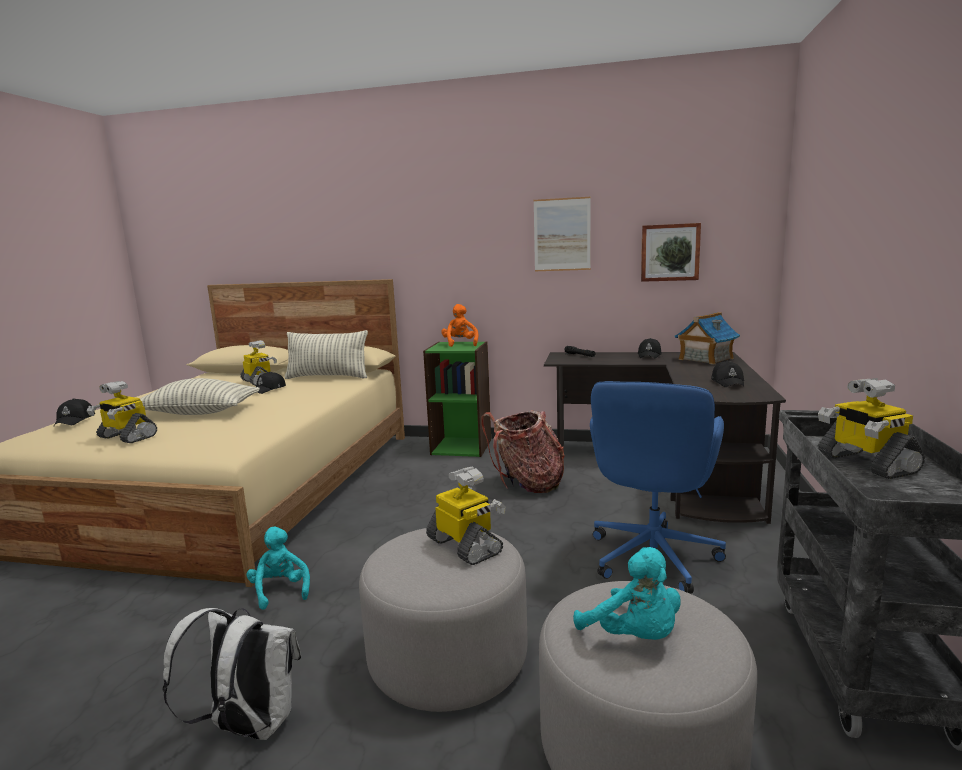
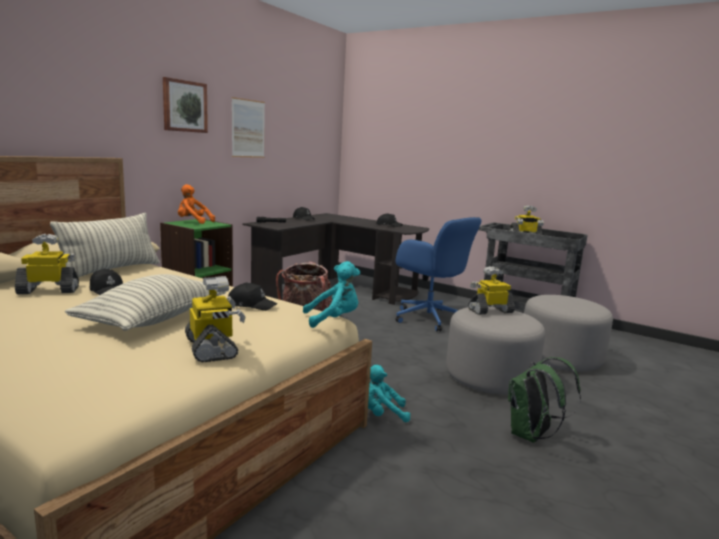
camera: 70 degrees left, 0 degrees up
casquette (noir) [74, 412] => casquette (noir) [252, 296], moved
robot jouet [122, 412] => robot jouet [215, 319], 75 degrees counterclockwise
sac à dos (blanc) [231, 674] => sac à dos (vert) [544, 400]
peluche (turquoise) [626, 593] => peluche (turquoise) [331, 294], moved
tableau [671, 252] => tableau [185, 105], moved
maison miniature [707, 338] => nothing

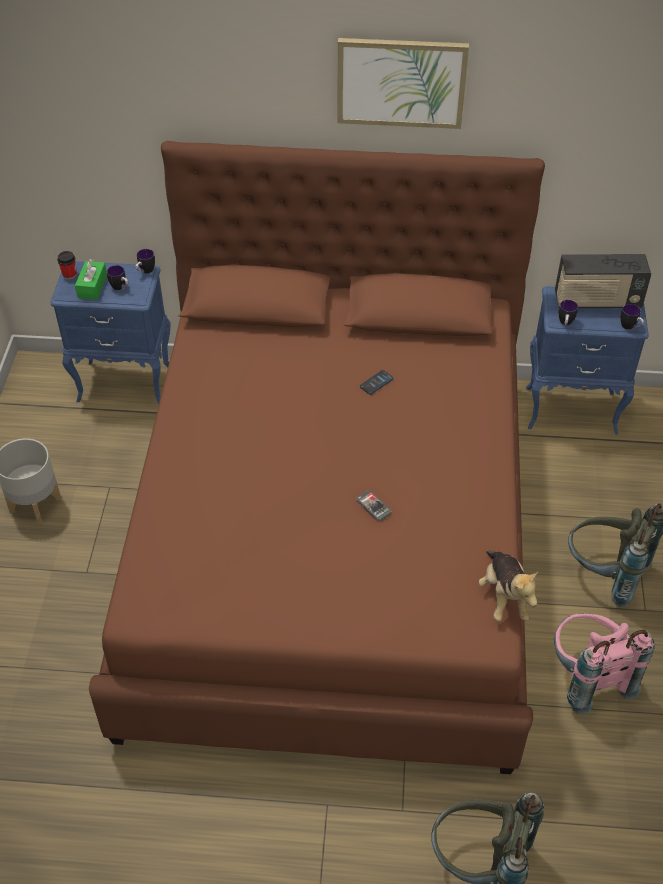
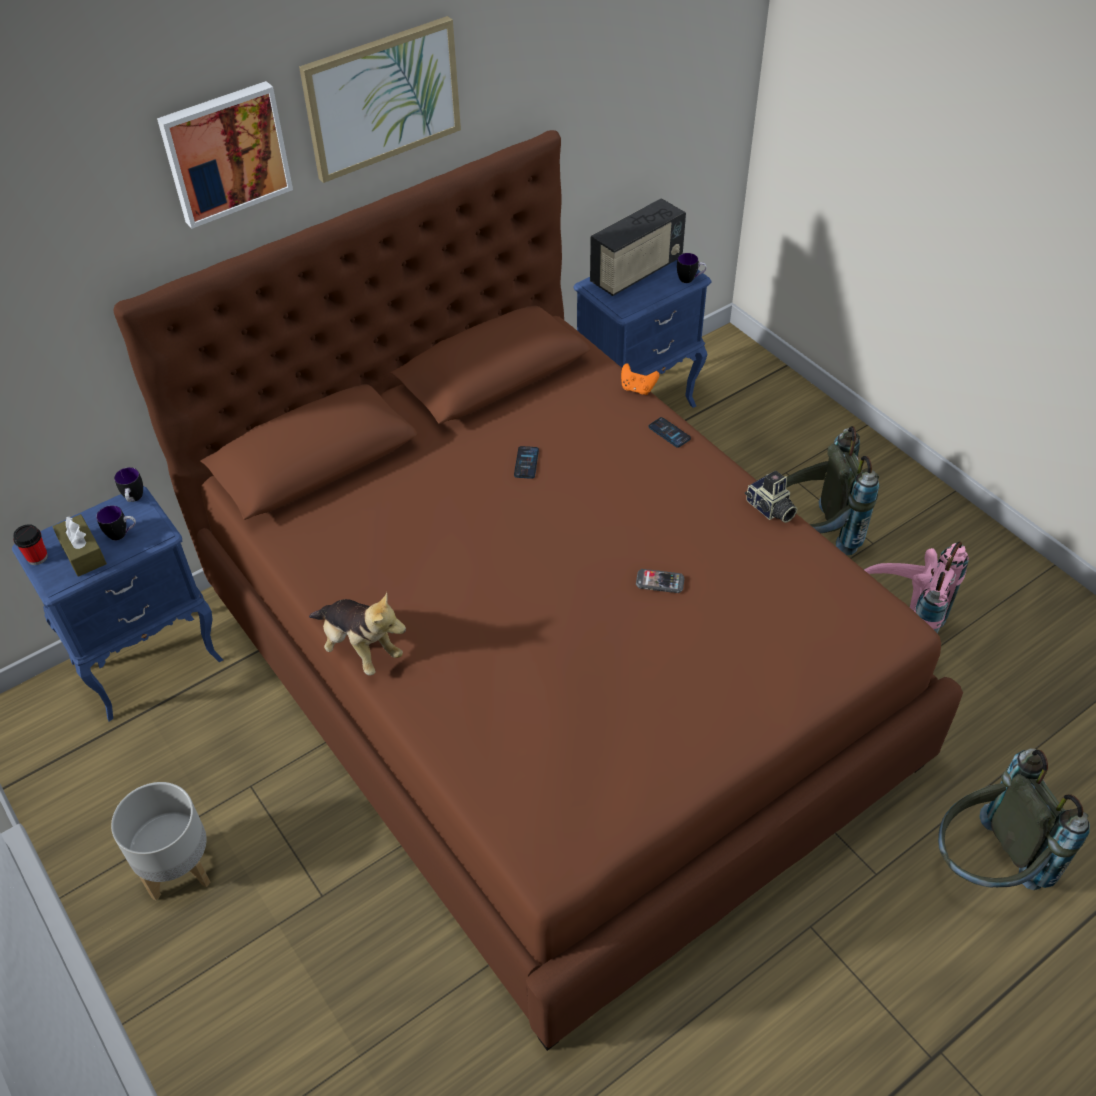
camera: 40 degrees left, 0 degrees up
boîte à mouchoirs (vert) [91, 279] => boîte à mouchoirs (marron) [79, 545]
peluche [508, 586] => peluche [357, 633], moved
mug [568, 312] => nothing
nothing => tableau [225, 155]
nothing => manette (orange) [640, 379]
nothing => téléphone [670, 432]
nothing => appareil photo [771, 496]

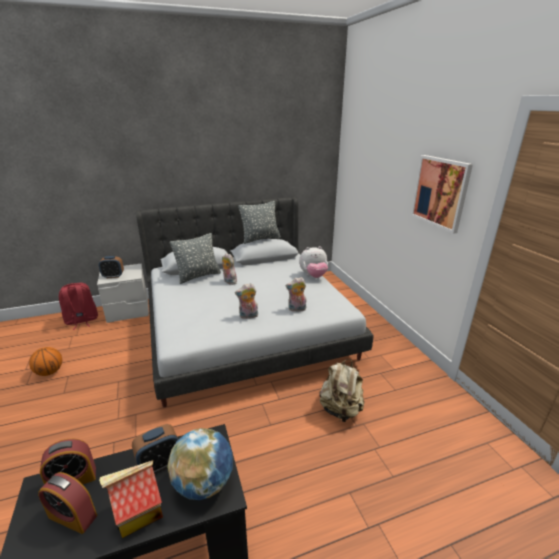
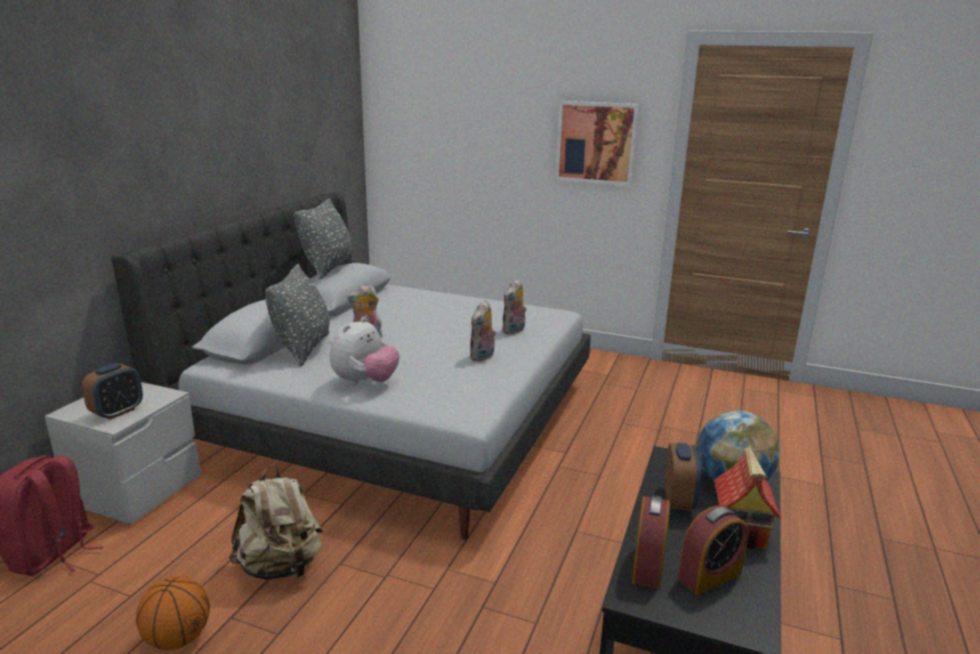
camera: 50 degrees left, 5 degrees down
peluche [313, 262] => peluche [365, 351], moved
sac à dos (beige) [341, 390] => sac à dos (beige) [276, 522], moved

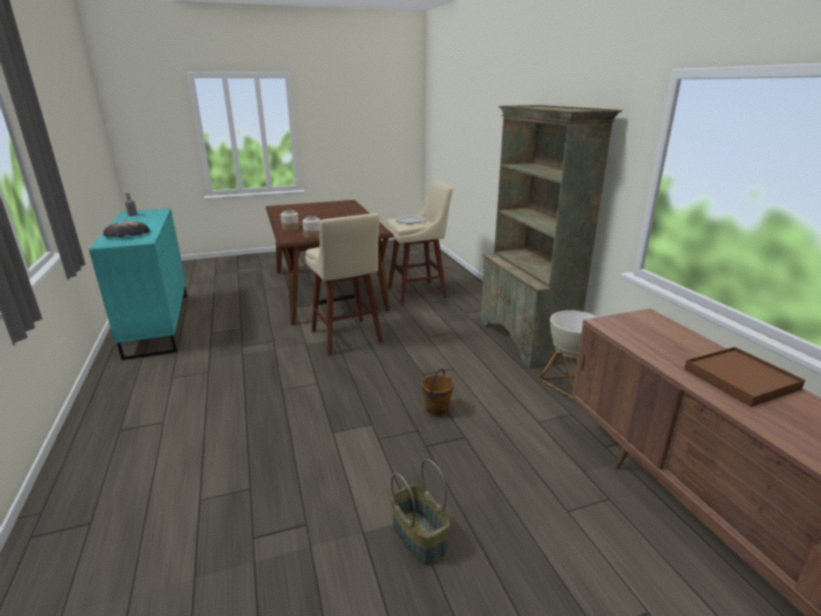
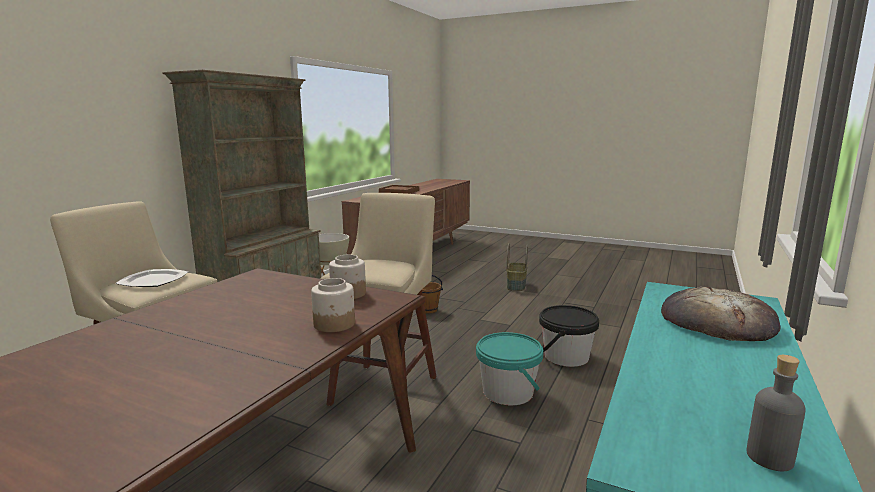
camera: 135 degrees left, 10 degrees down
nothing => seau (turquoise) [509, 368]
nothing => seau (noir) [569, 336]

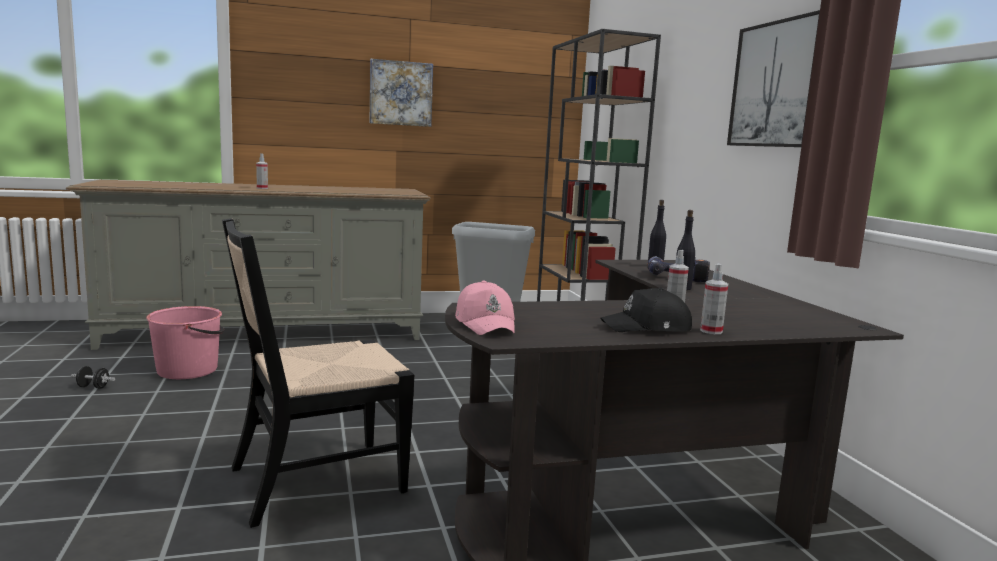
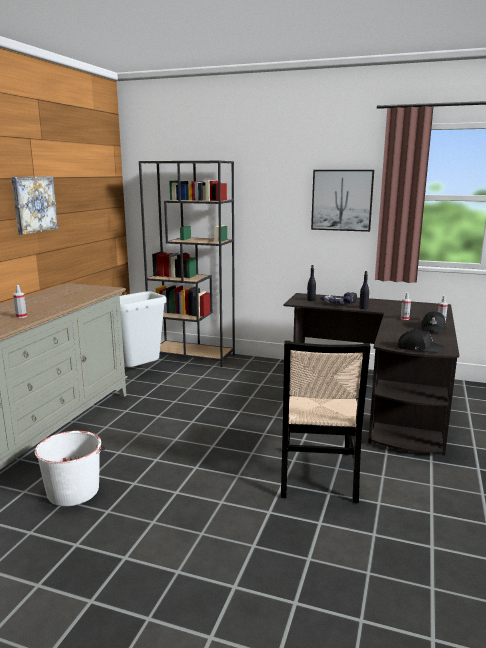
camera: 55 degrees left, 5 degrees up
haltère (noir) [93, 377] => nothing
seau (rose) [185, 342] => seau (blanc) [70, 468]
casquette (rose) [485, 308] => casquette (noir) [421, 341]

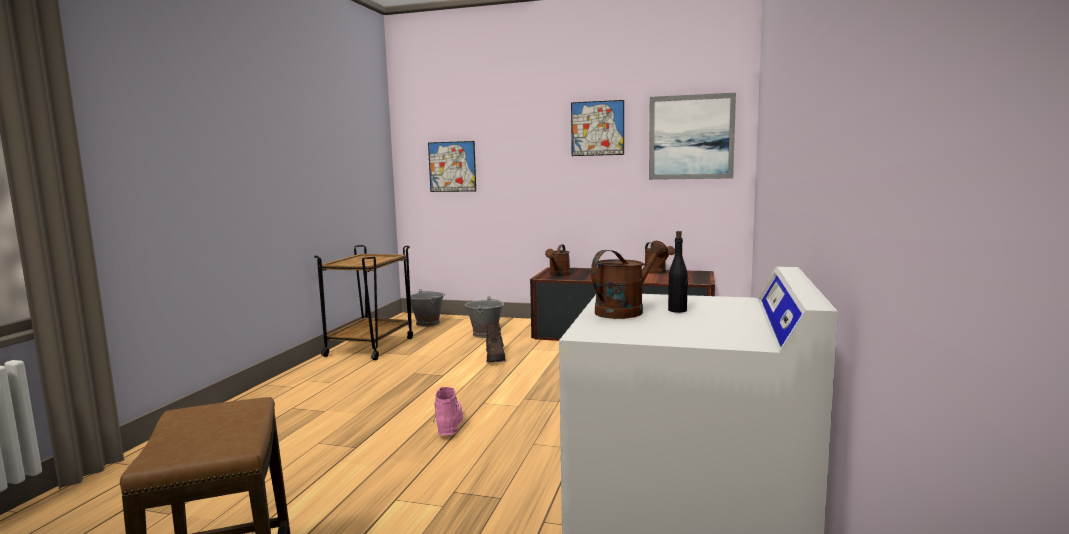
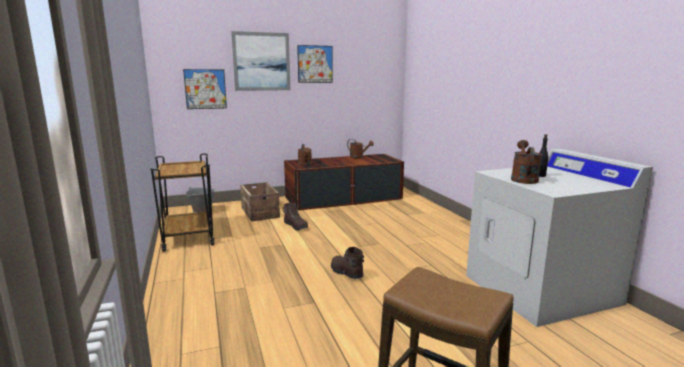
camera: 35 degrees left, 5 degrees up
botte (rose) [448, 411] => botte (marron) [347, 263]
seau (gris) [484, 317] => caisse [260, 202]
tableau [692, 136] => tableau [260, 61], moved

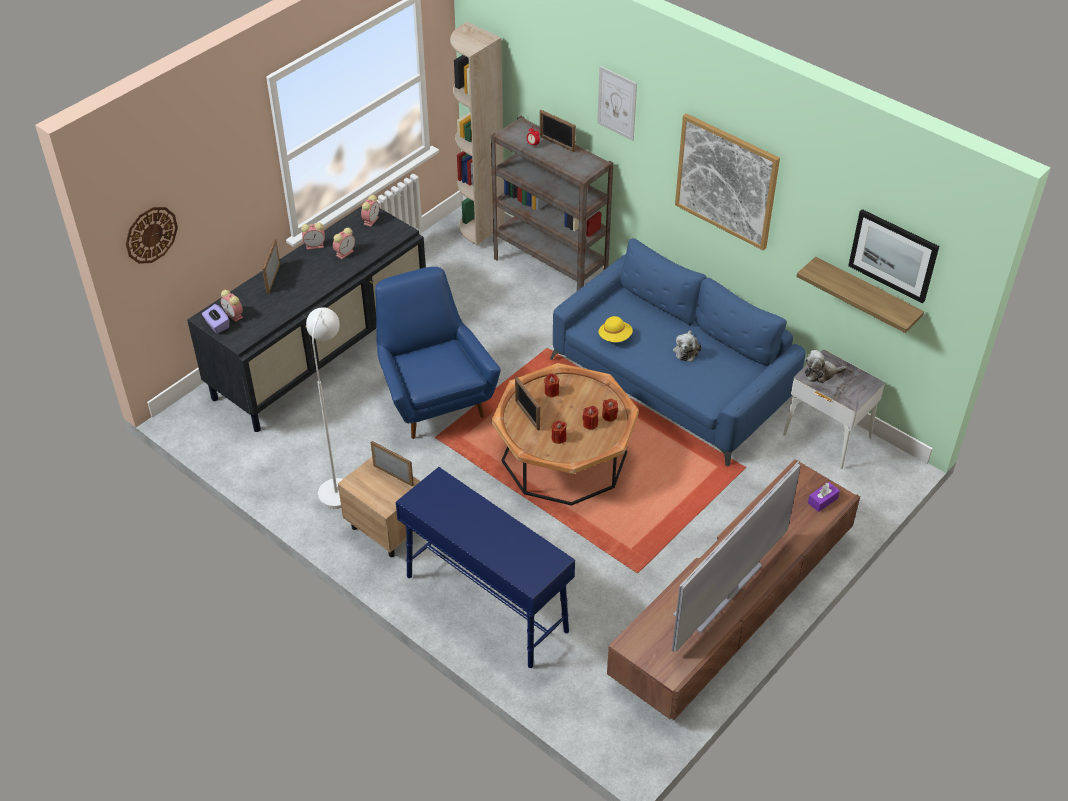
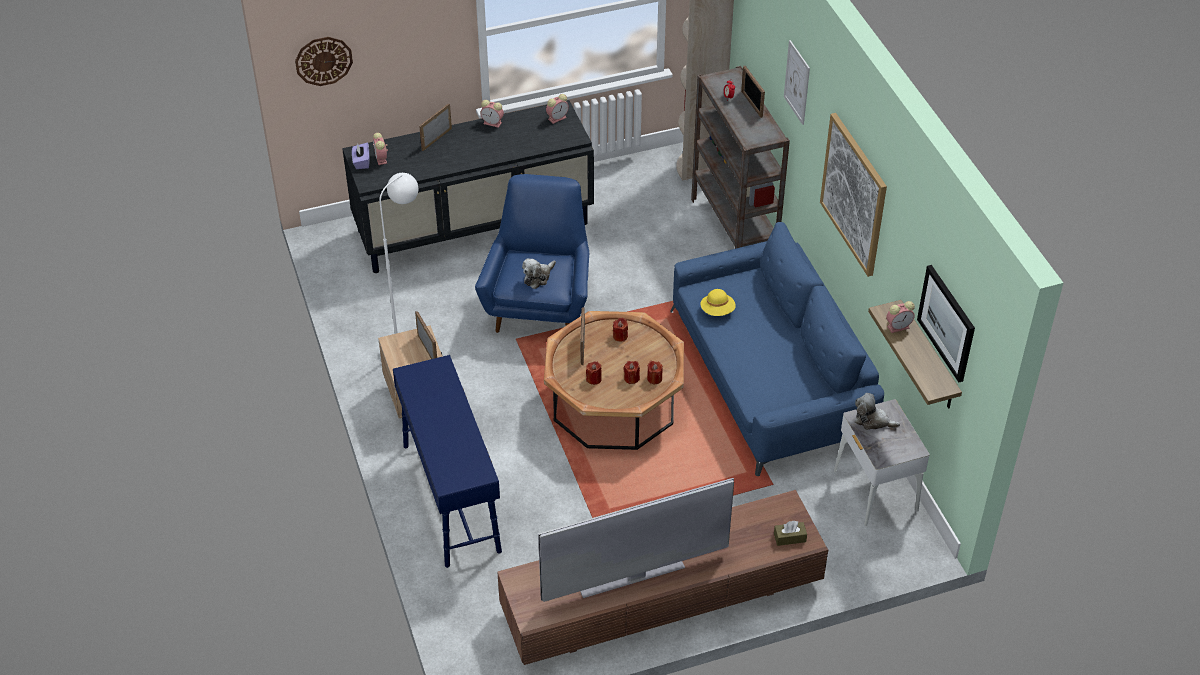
camera: 30 degrees right, 0 degrees up
réveil [344, 243] => réveil [900, 317], moved
peluche [687, 346] => peluche [539, 273], moved
boîte à mouchoirs (violet) [824, 497] => boîte à mouchoirs (marron) [790, 533]

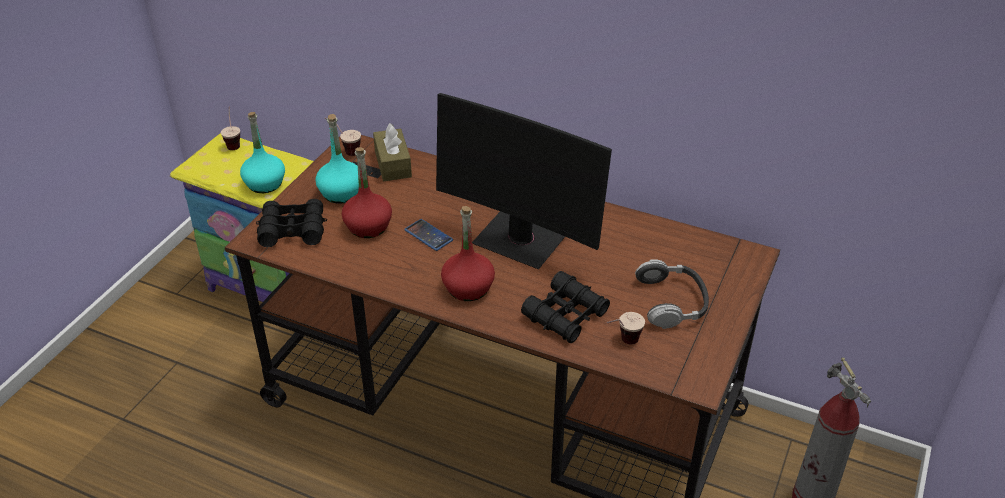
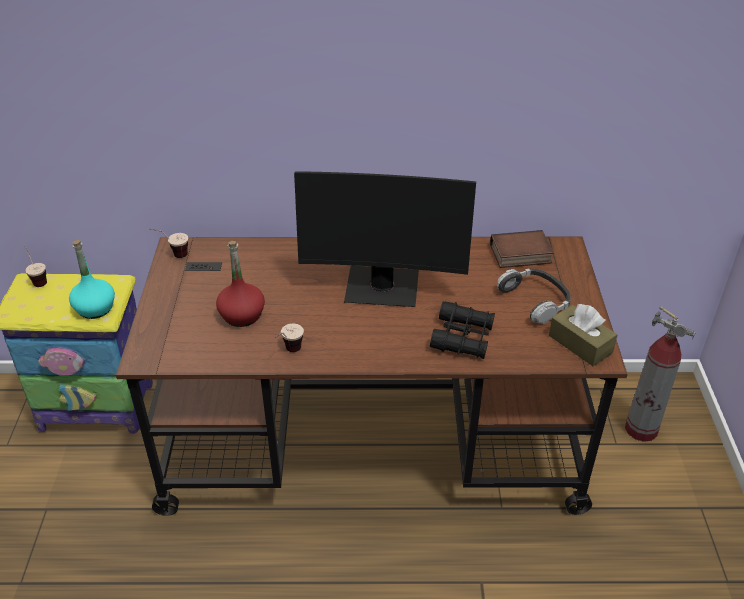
camera: 25 degrees left, 0 degrees up
jumelles (noir) [291, 223] => nothing
bouteille (turquoise) [337, 159] => nothing
boîte à mouchoirs (marron) [392, 152] => boîte à mouchoirs (marron) [583, 334], moved
téléphone [428, 235] => nothing
bouteille (rouge) [468, 253] => nothing
tasse [626, 328] => tasse [289, 338], moved
nothing => livre [522, 249]

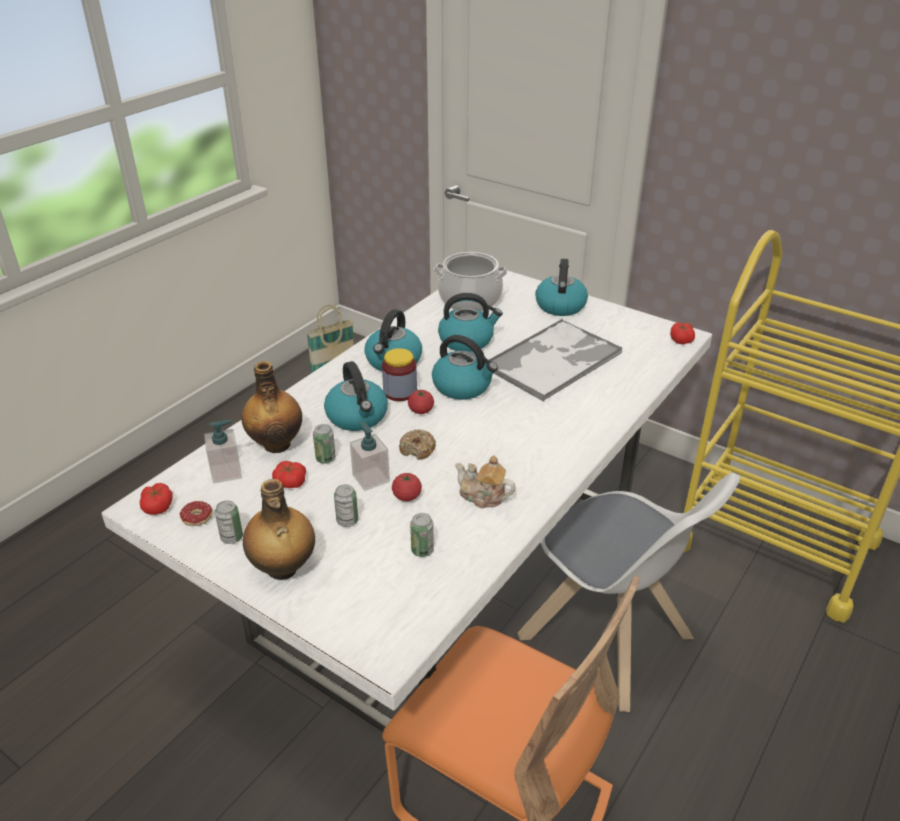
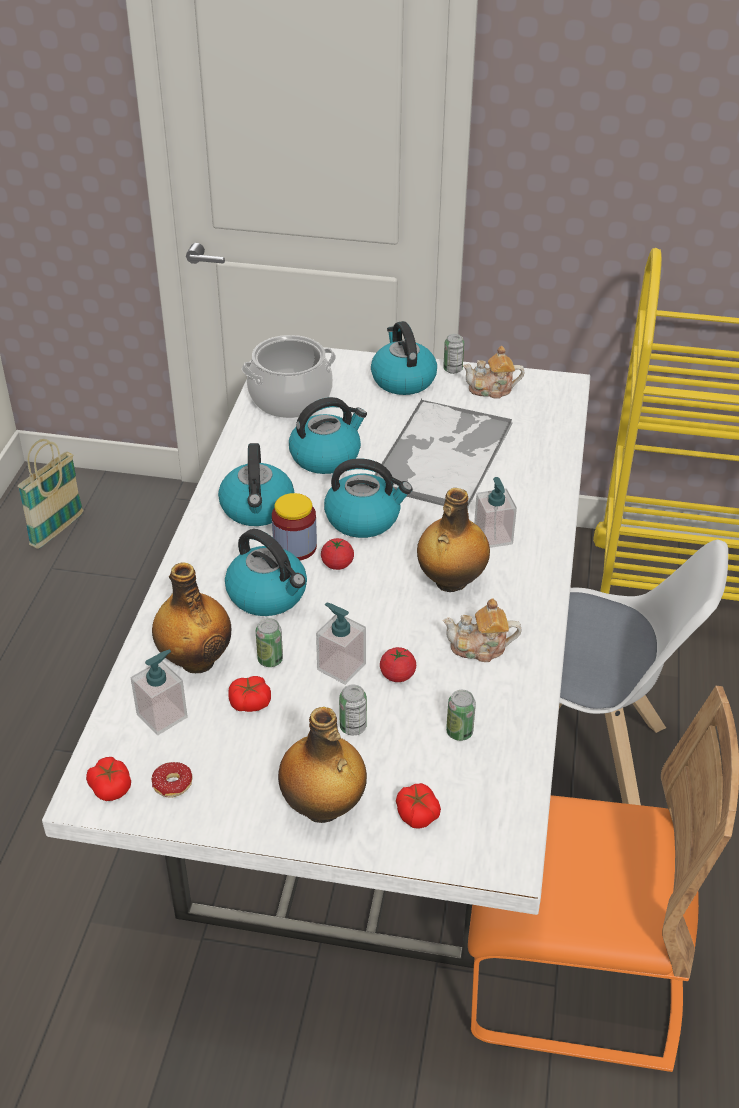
camera: 25 degrees left, 5 degrees up
boîte métallique [229, 522] => boîte métallique [453, 354], moved
beignet [417, 444] => nothing
tomate [682, 333] => tomate [418, 806], moved
nothing => bouteille [453, 540]
nothing => théière [493, 372]
nothing => distributeur de savon [495, 512]

